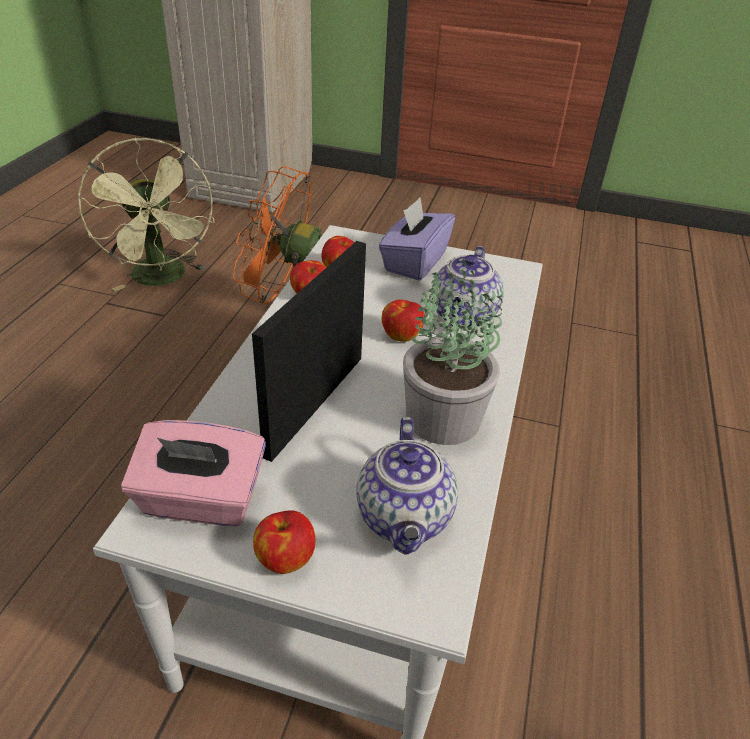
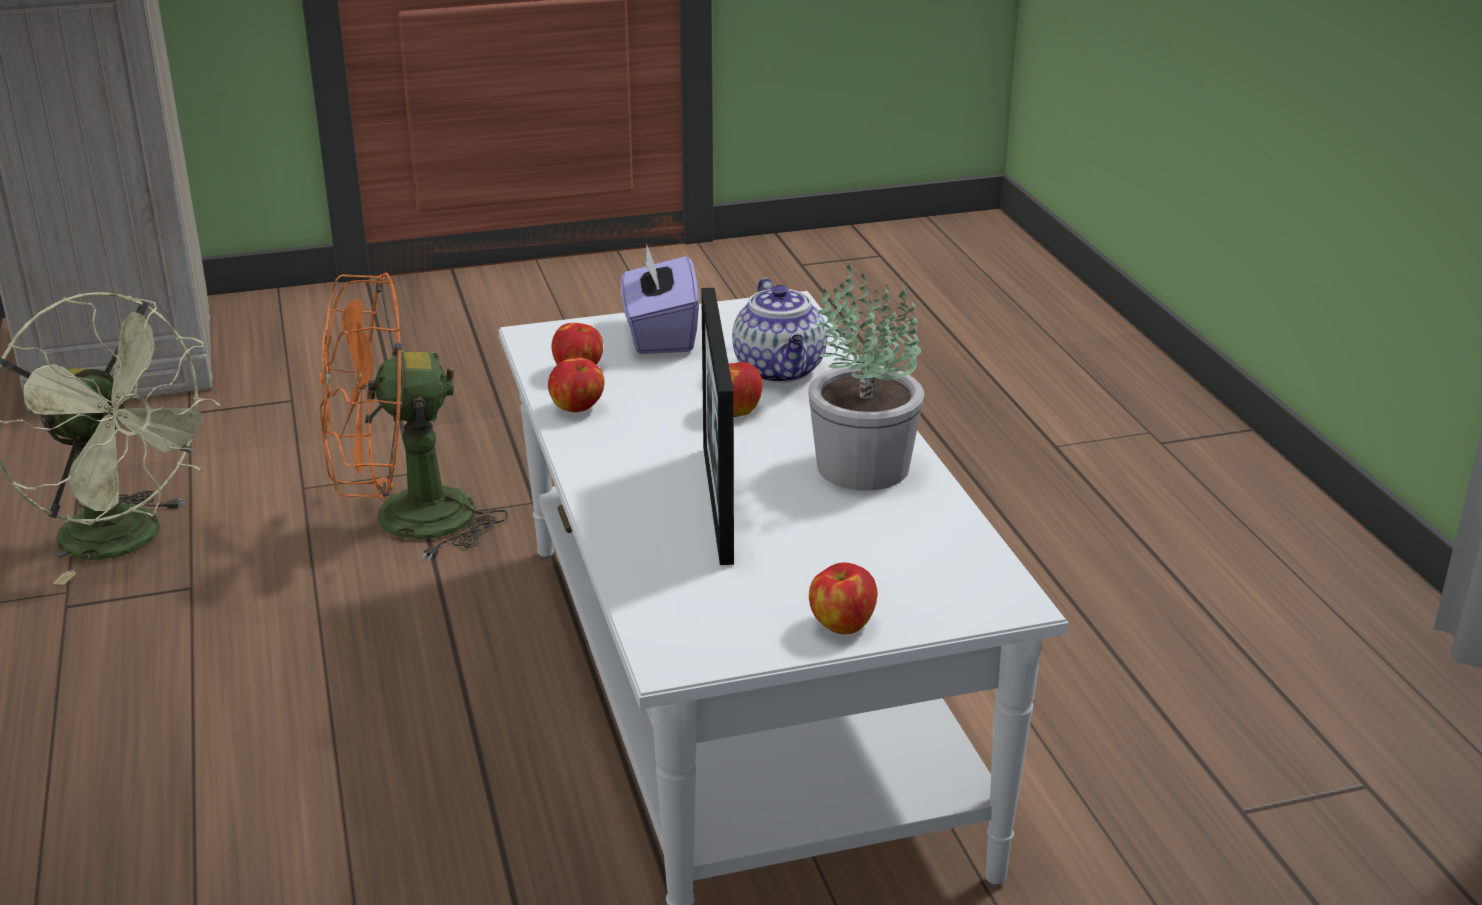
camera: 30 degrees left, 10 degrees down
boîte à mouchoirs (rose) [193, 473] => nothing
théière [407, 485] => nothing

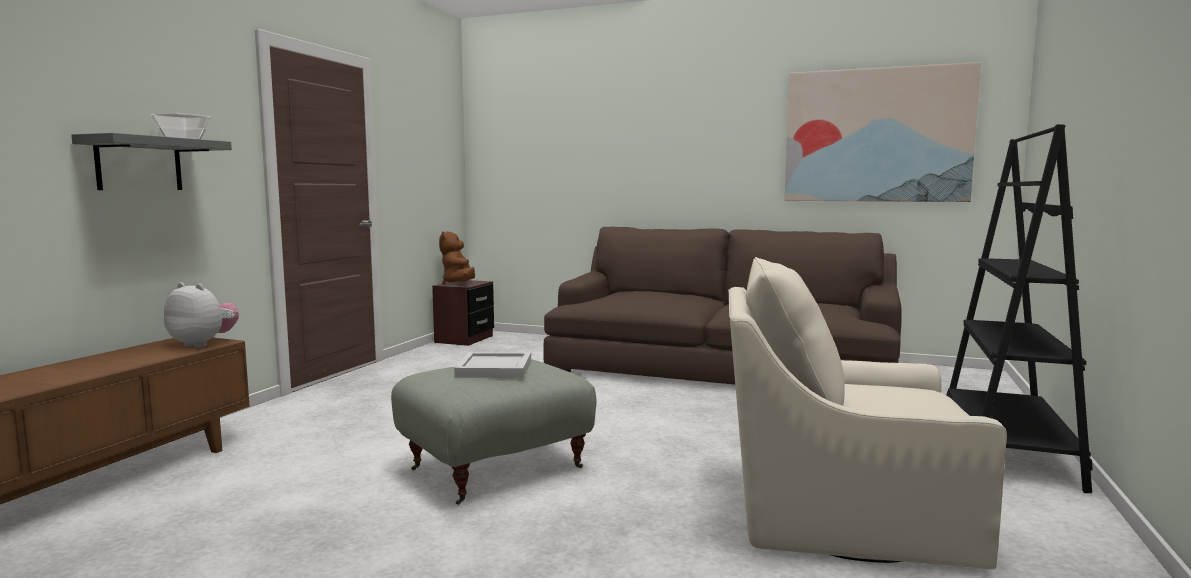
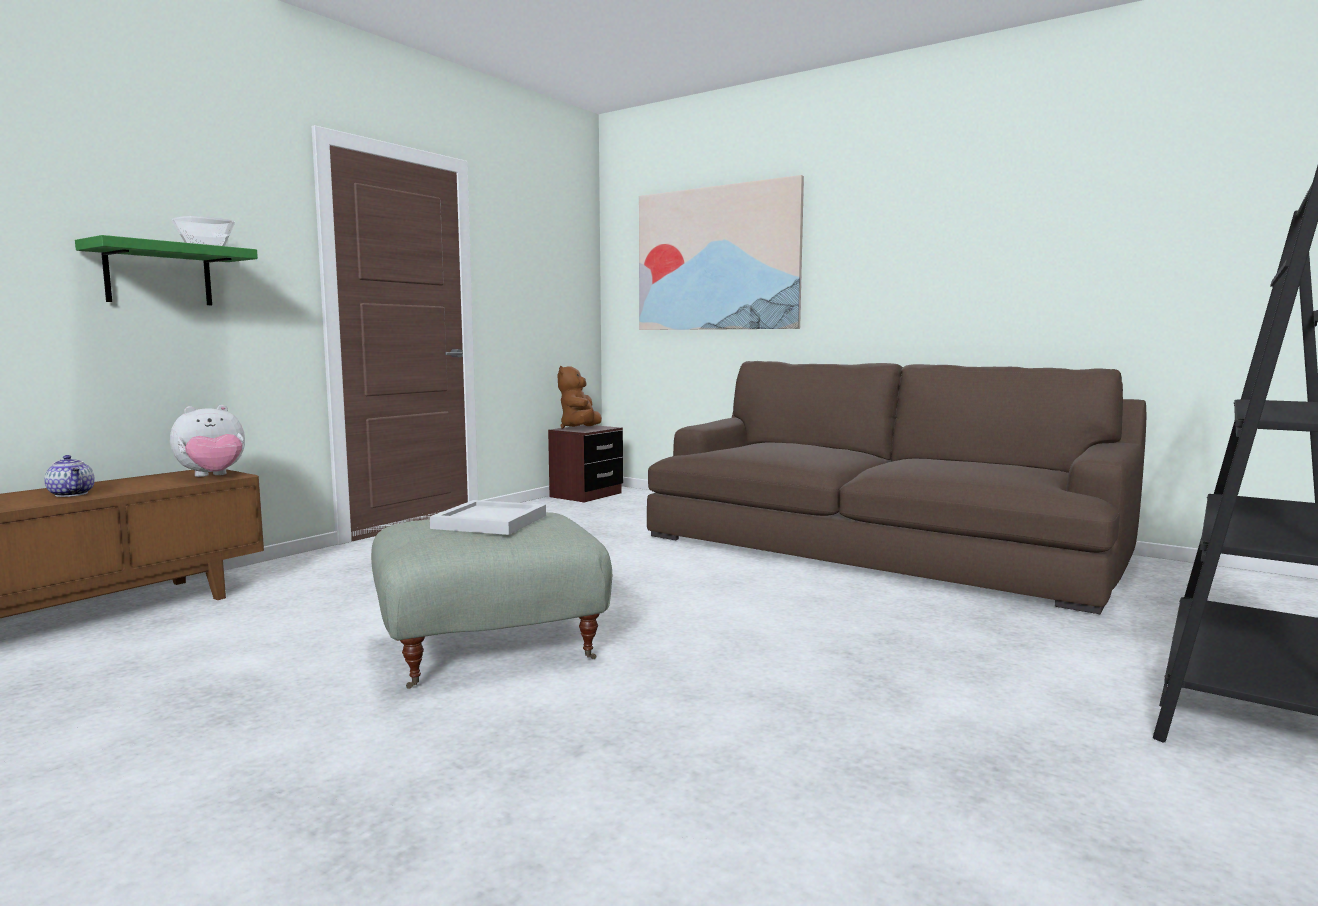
camera: 15 degrees right, 0 degrees up
étagère (gris) [151, 161] => étagère (vert) [166, 270]
peluche [201, 315] => peluche [207, 441], 105 degrees clockwise
fauteuil (beige) [868, 413] => nothing
tableau [883, 132] => tableau [721, 252], moved
nothing => théière [69, 476]

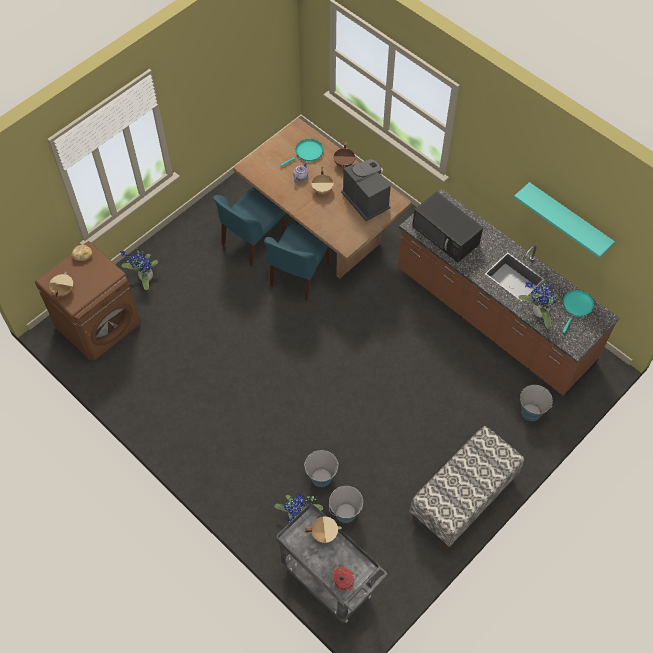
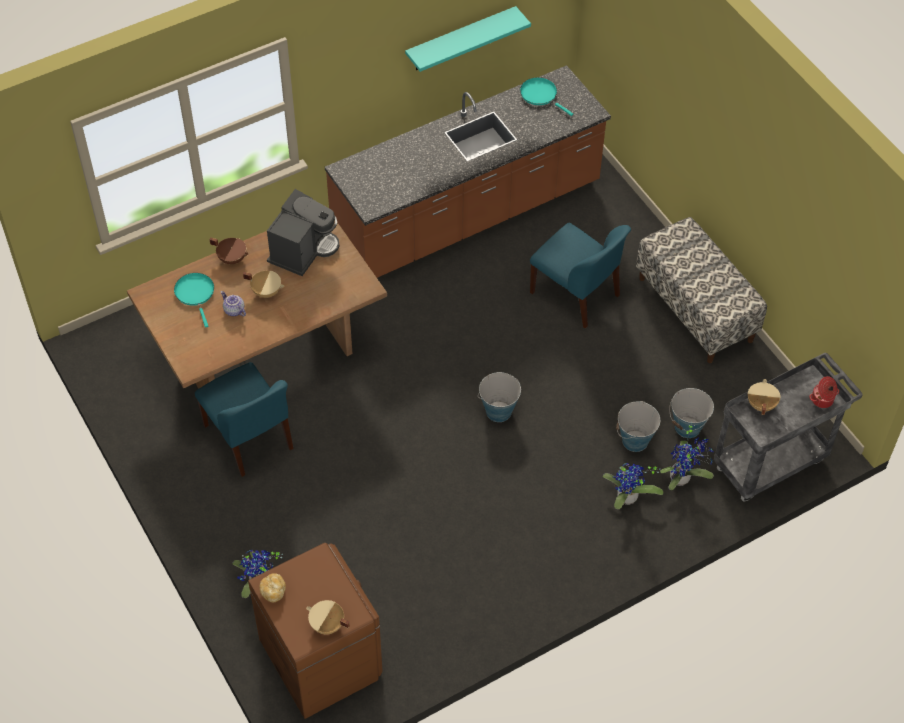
camera: 75 degrees left, 5 degrees down
chaise (bleu) [297, 261] => chaise (bleu) [580, 276], moved
machine à café [366, 190] => machine à café [303, 232], 135 degrees clockwise
micro-ondes (noir) [447, 227] => nothing
plante en pot [538, 304] => plante en pot [633, 486], moved
seau [536, 403] => seau [499, 397], moved

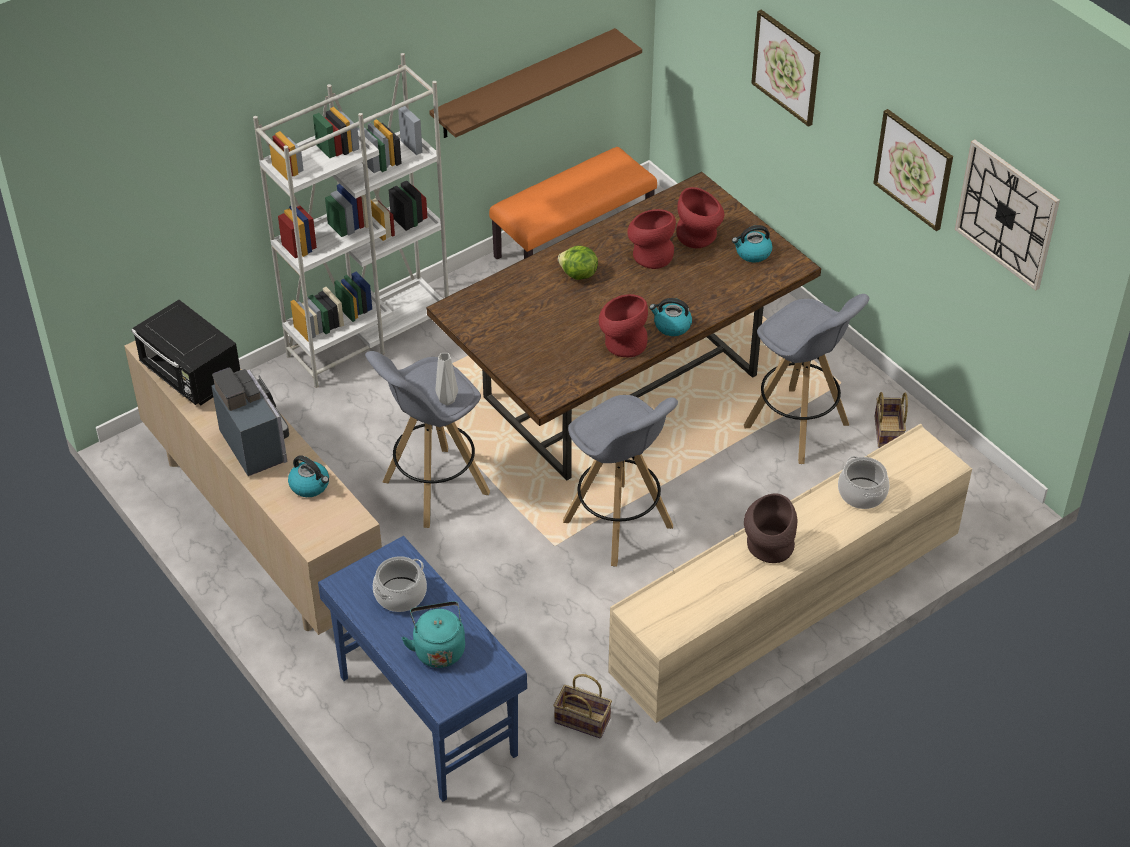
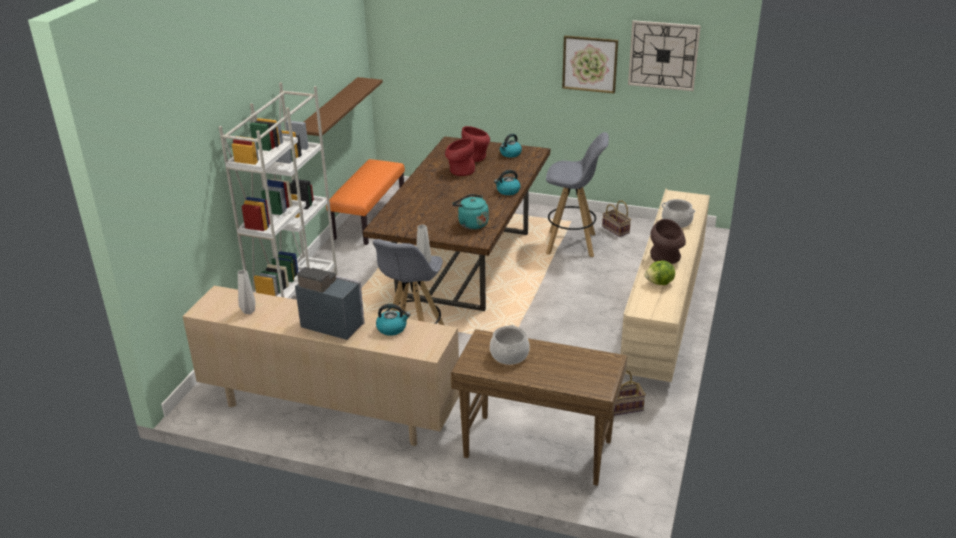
camera: 35 degrees left, 15 degrees down
micro-ondes (noir) [185, 352] => vase (gris) [247, 292]
table console (bleu) [422, 669] => table console (marron) [539, 407]
bouilloire (turquoise) [433, 634] => bouilloire (turquoise) [470, 212], moved
laitue [578, 263] => laitue [659, 272], moved
tabouret (gris) [620, 481] => nothing
vase (rouge) [623, 325] => nothing
tableau [785, 68] => nothing

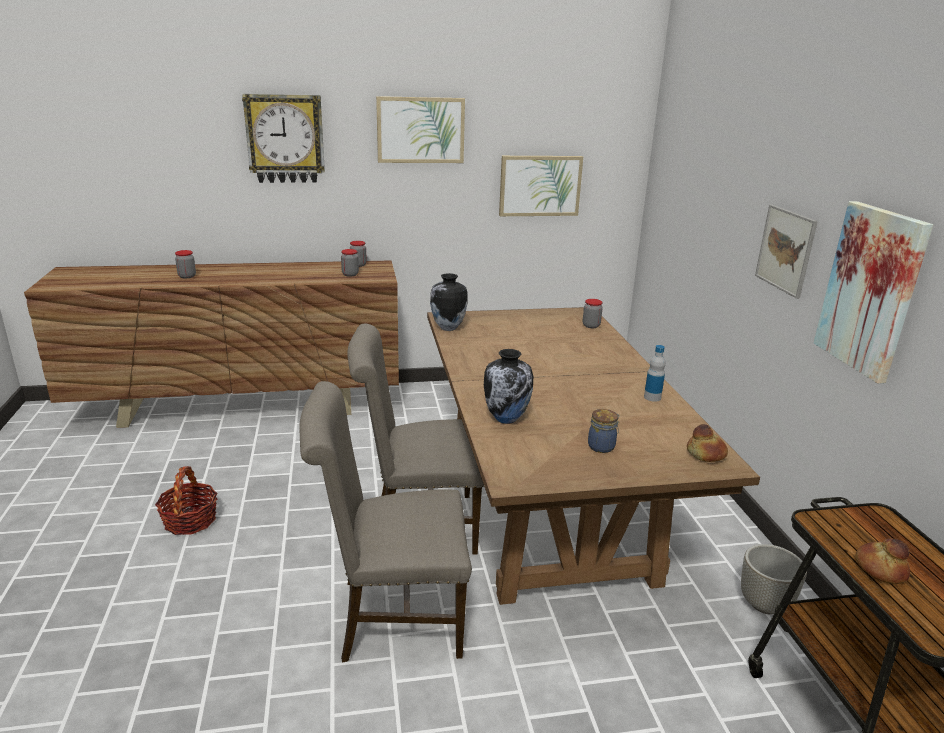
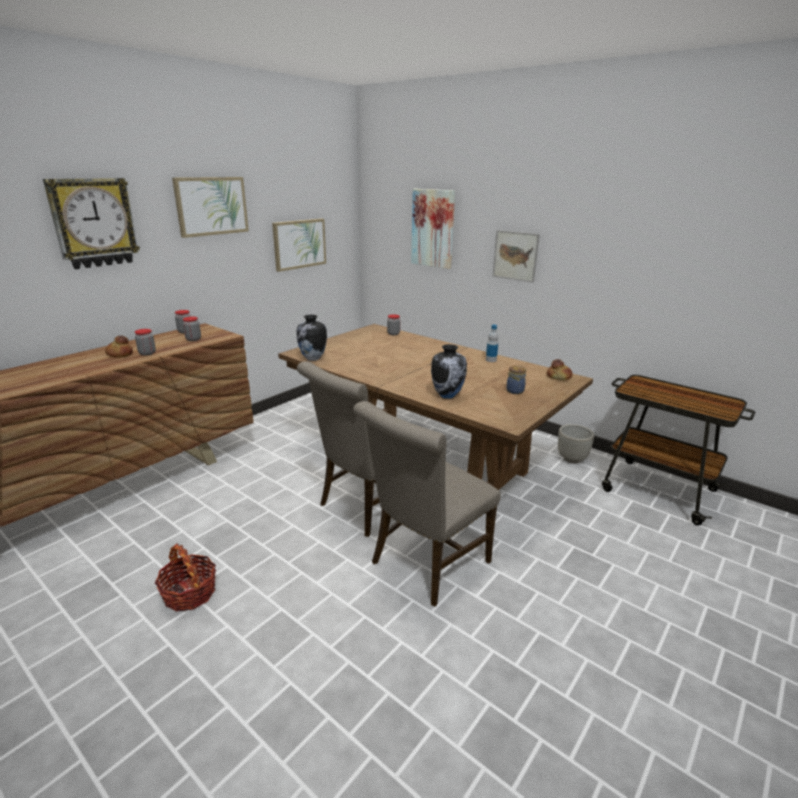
camera: 40 degrees left, 0 degrees up
bocal [185, 264] => bocal [145, 342], moved
tableau [873, 292] => tableau [433, 229], moved
pain [882, 561] => pain [119, 347], moved

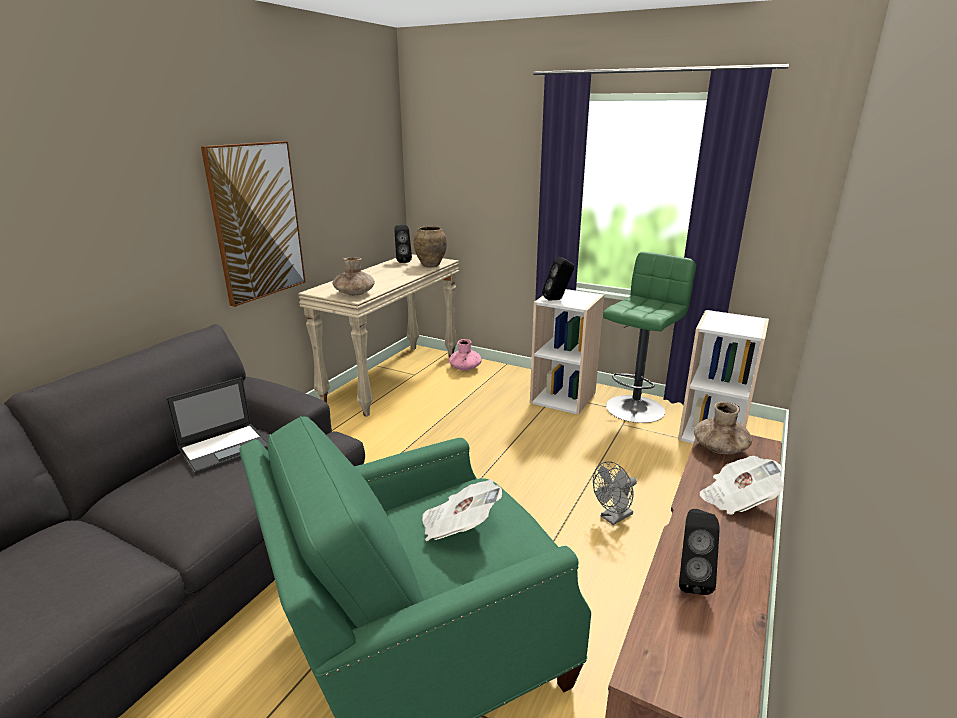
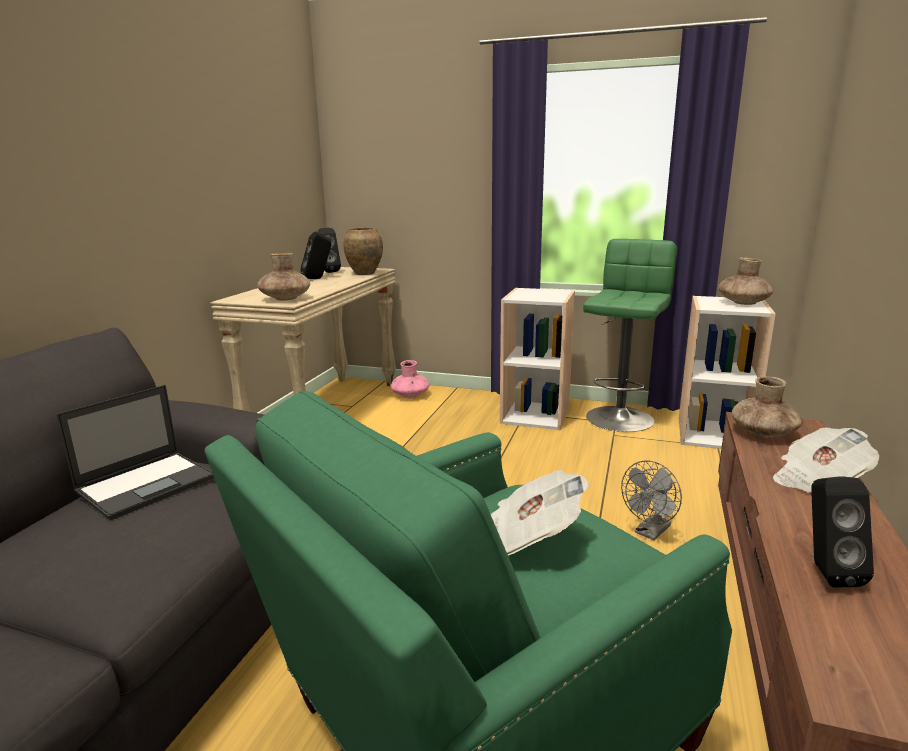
camera: 10 degrees left, 5 degrees down
tableau [253, 224] => nothing
enceinte (noir) [558, 278] => enceinte (noir) [316, 255], moved
nothing => vase (marron) [745, 281]

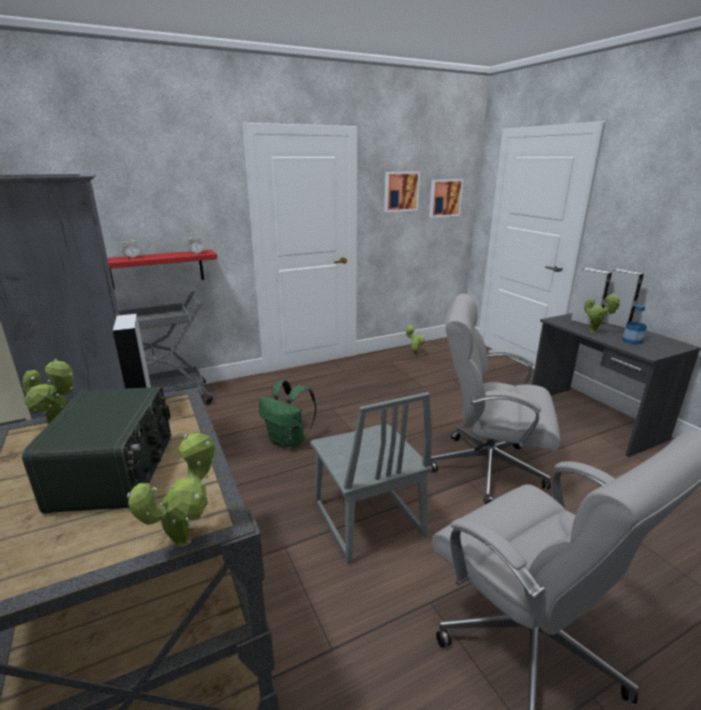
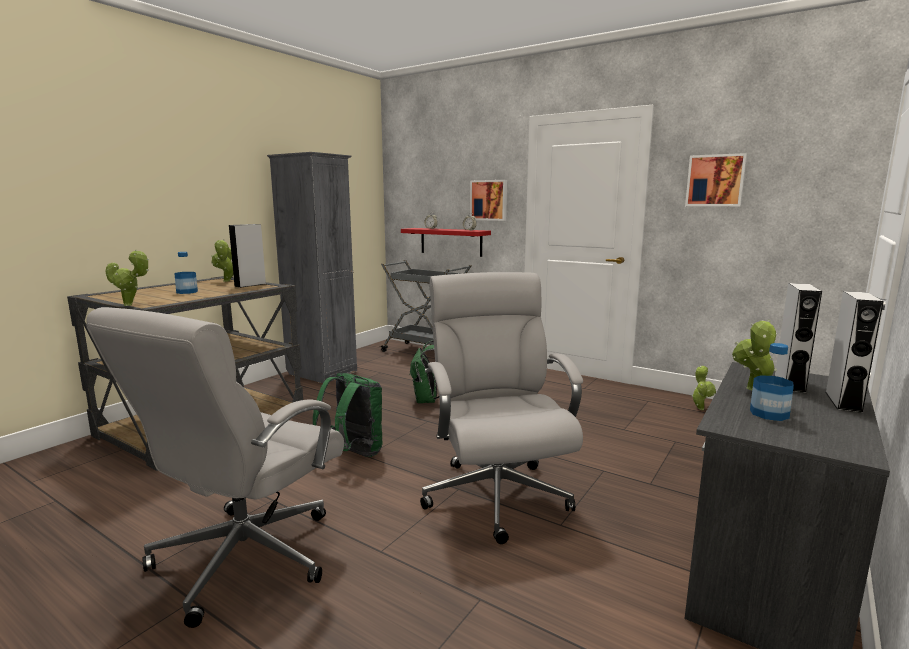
camera: 60 degrees right, 10 degrees down
radio [96, 450] => bouteille [186, 273]
chaise (gris) [371, 478] => sac à dos (vert) [347, 415]
tableau [446, 198] => tableau [488, 200], moved

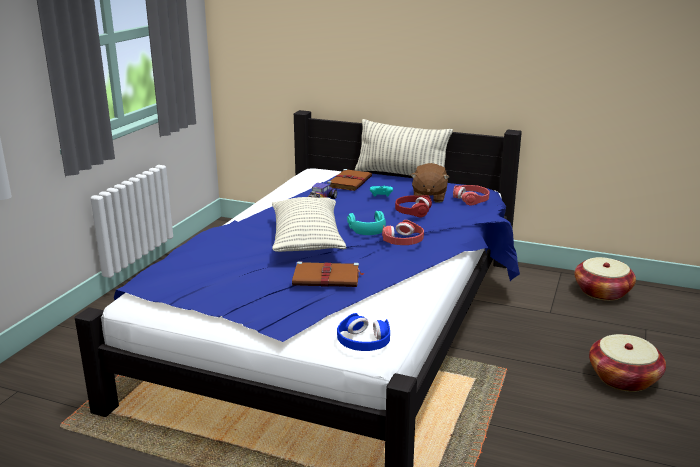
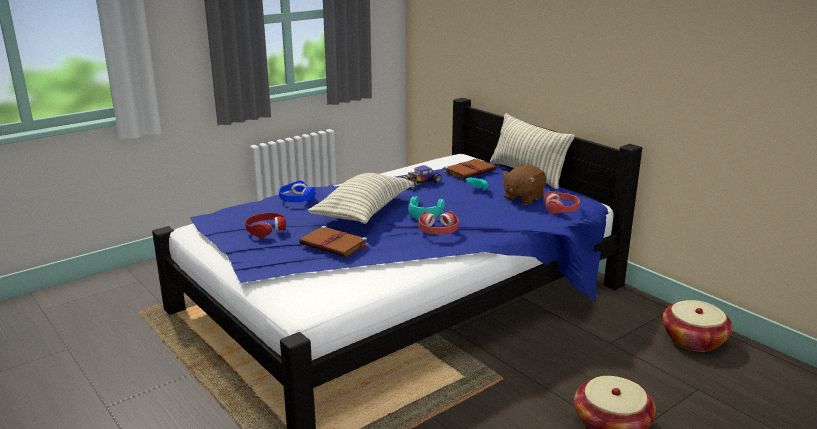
camera: 30 degrees right, 0 degrees up
casque audio (bleu) [363, 332] => casque audio (bleu) [297, 191], moved
casque audio (rouge) [413, 206] => casque audio (rouge) [265, 225], moved

